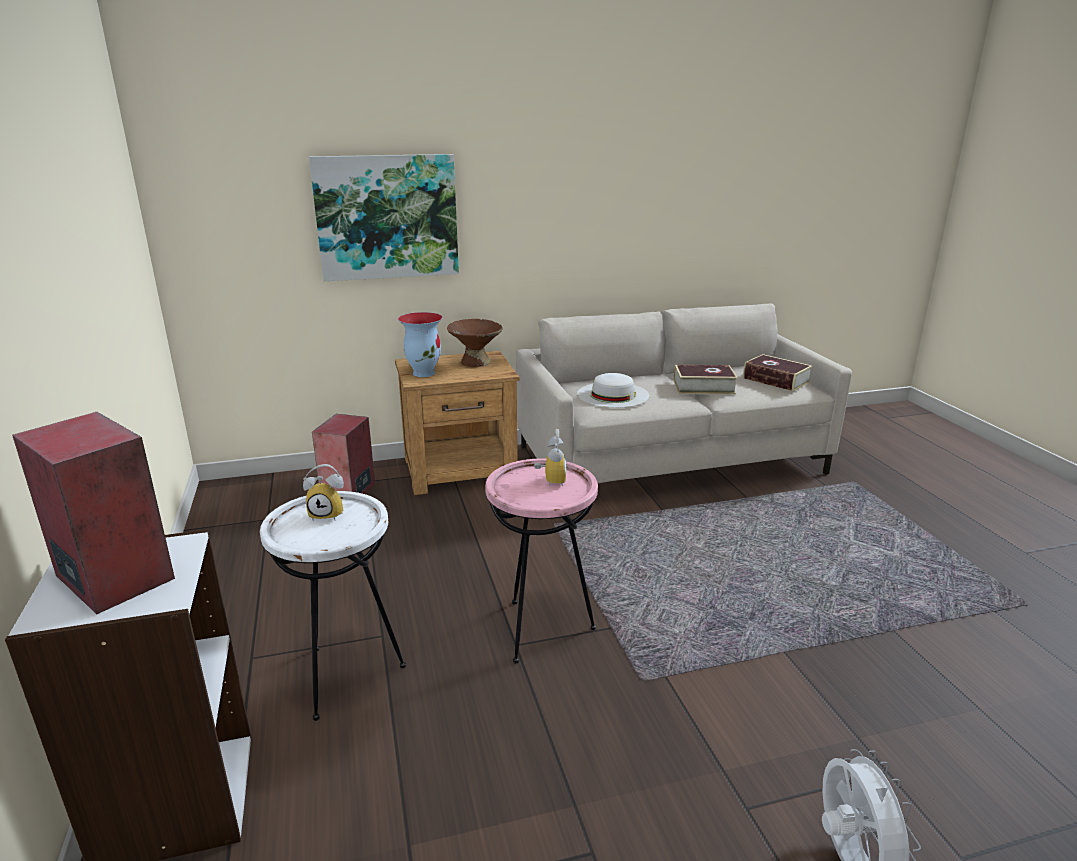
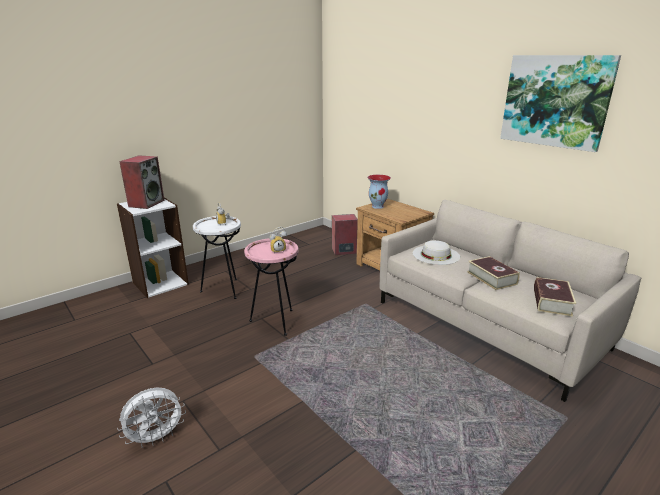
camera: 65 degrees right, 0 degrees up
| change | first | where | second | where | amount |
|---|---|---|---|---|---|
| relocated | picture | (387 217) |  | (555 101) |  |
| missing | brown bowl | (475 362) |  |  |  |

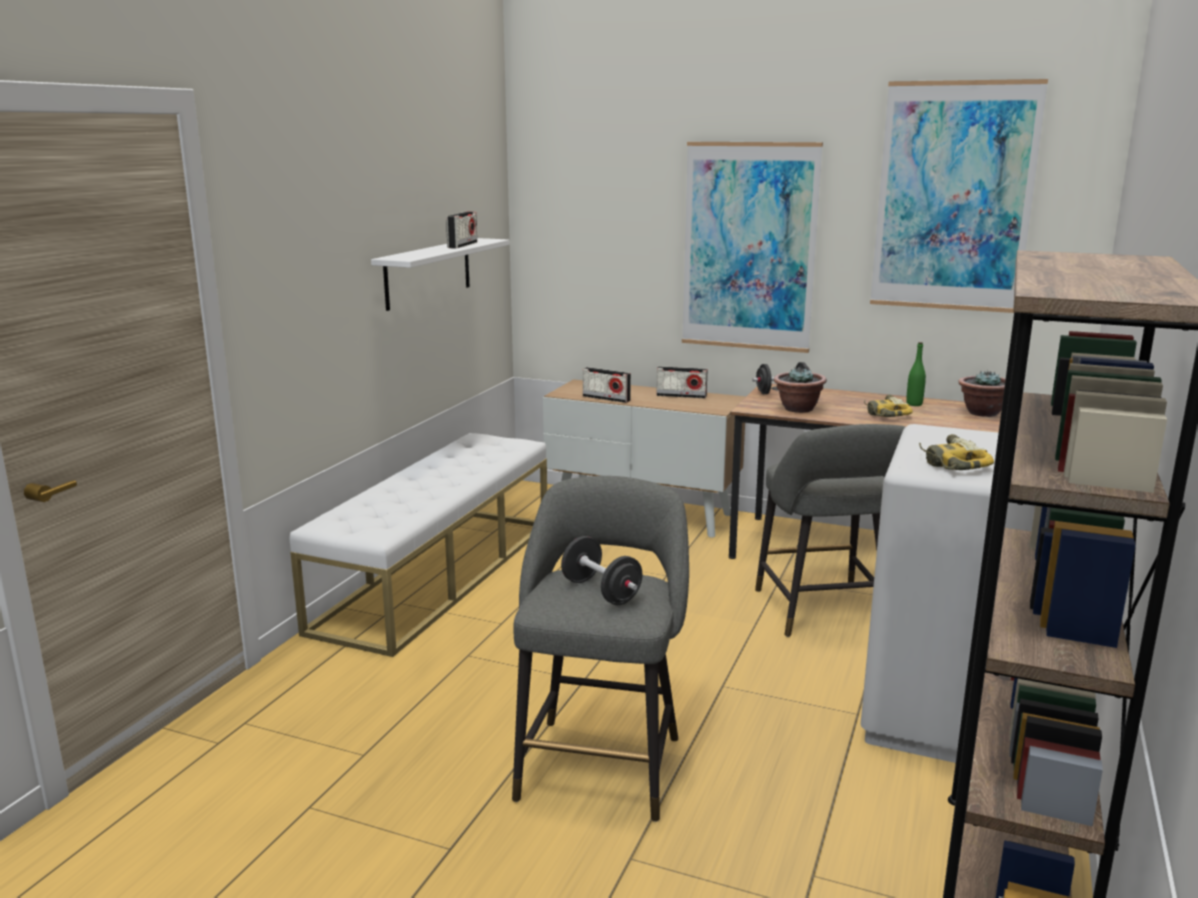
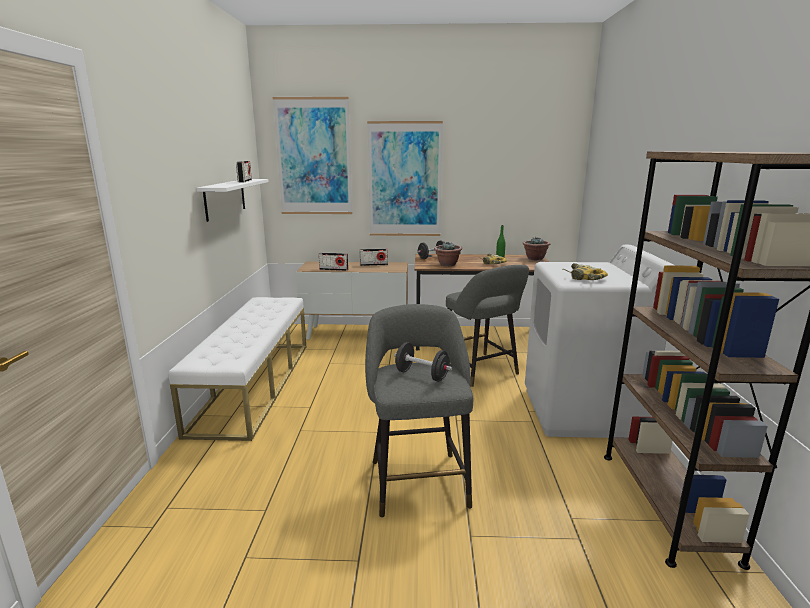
camera: 20 degrees left, 0 degrees up
| change | first | where | second | where | amount |
|---|---|---|---|---|---|
| relocated | picture | (954 197) |  | (314 157) |  |

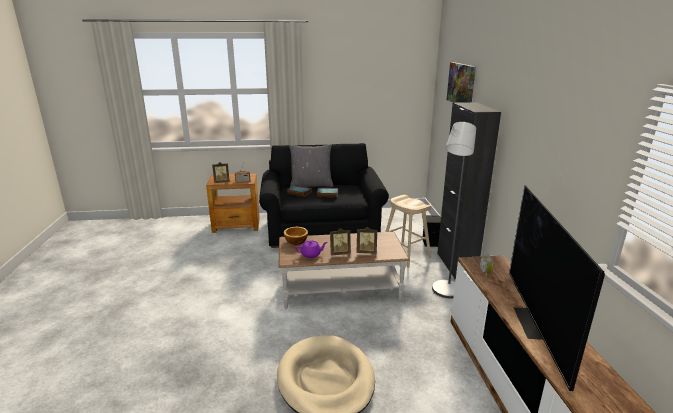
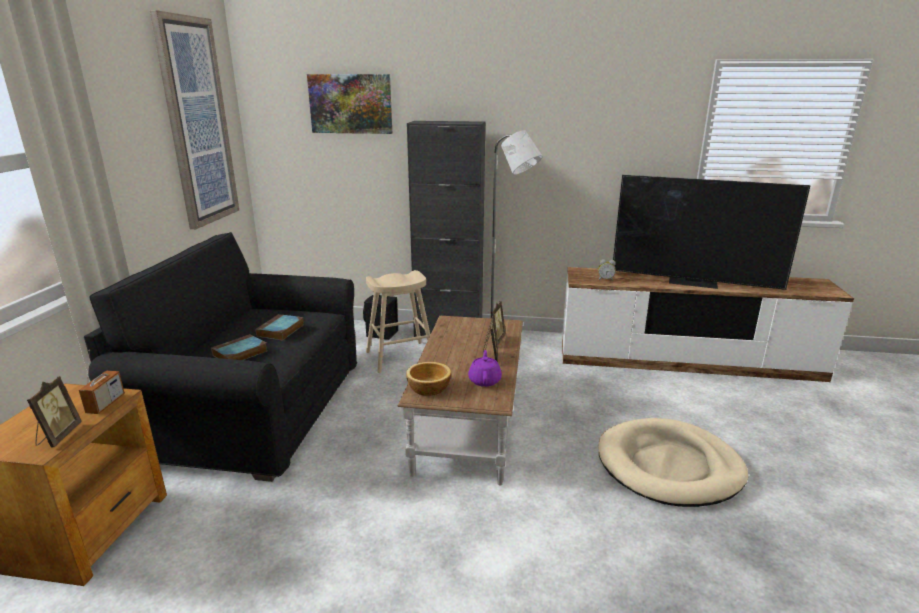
camera: 75 degrees left, 0 degrees up
| change | first | where | second | where | amount |
|---|---|---|---|---|---|
| missing | grey pillow | (311 185) |  |  |  |
| appeared |  |  | picture | (197 123) |  |

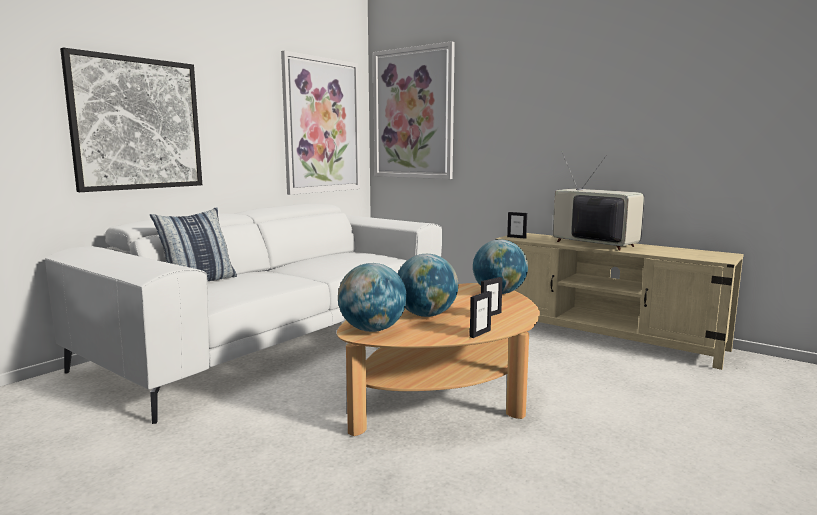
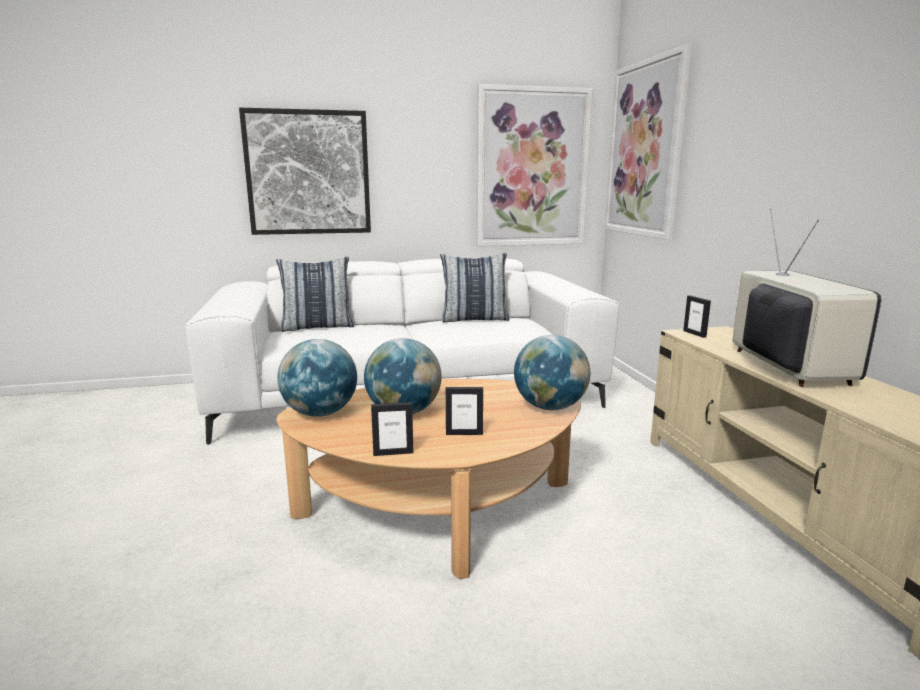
camera: 40 degrees right, 5 degrees up
| change | first | where | second | where | amount |
|---|---|---|---|---|---|
| appeared |  |  | pillow | (474 319) |  |

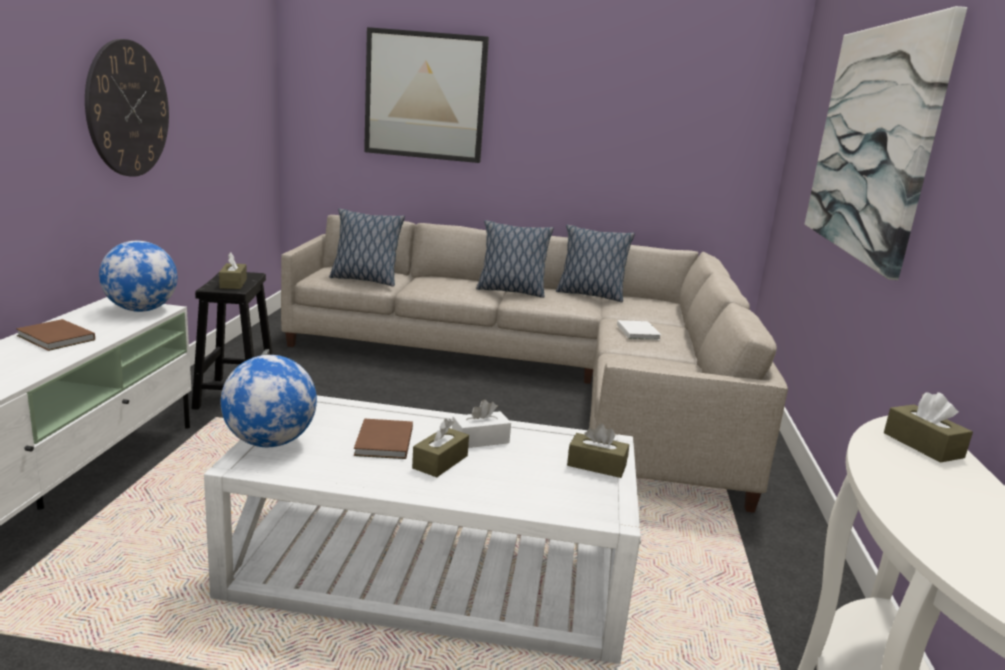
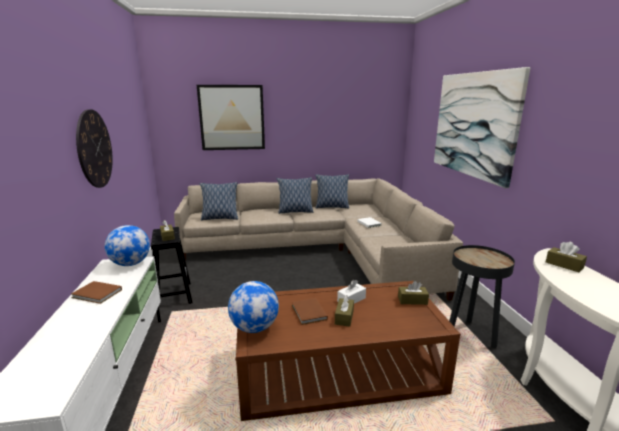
camera: 15 degrees left, 0 degrees up
| change | first | where | second | where | amount |
|---|---|---|---|---|---|
| colour | white coffee table | (433 567) | brown coffee table | (338 368) |  |
| appeared |  |  | black side table | (470 335) |  |

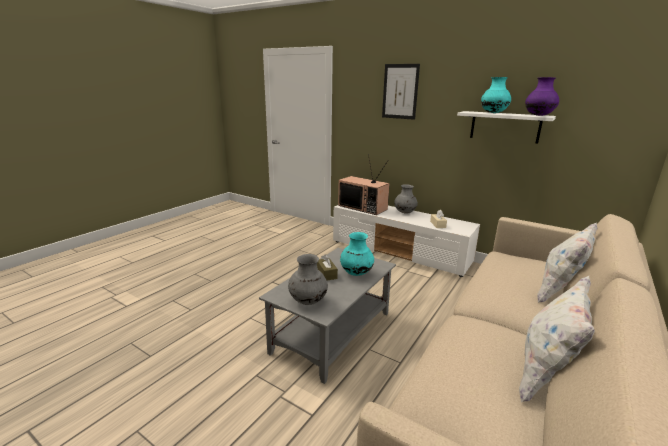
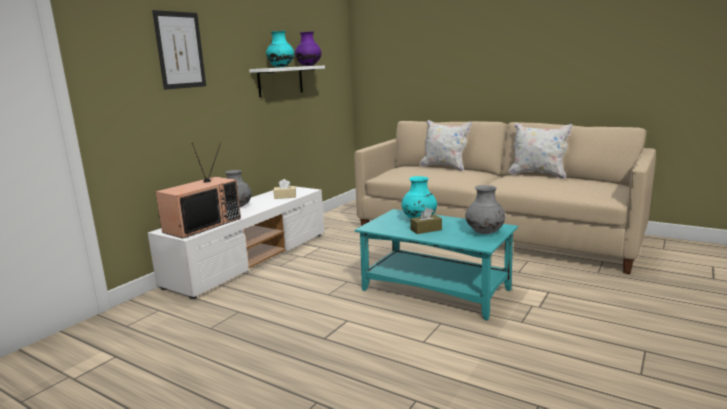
camera: 90 degrees left, 5 degrees down
| change | first | where | second | where | amount |
|---|---|---|---|---|---|
| colour | grey coffee table | (332 333) | turquoise coffee table | (437 290) |  |

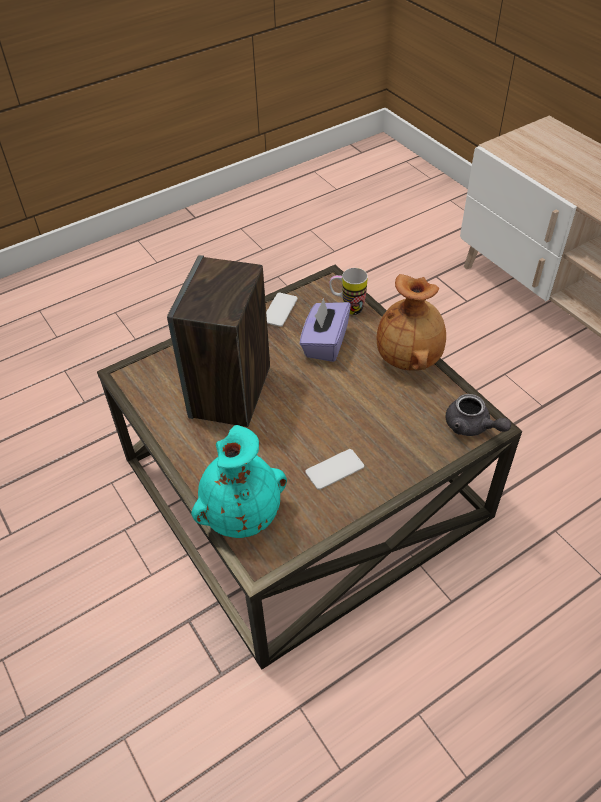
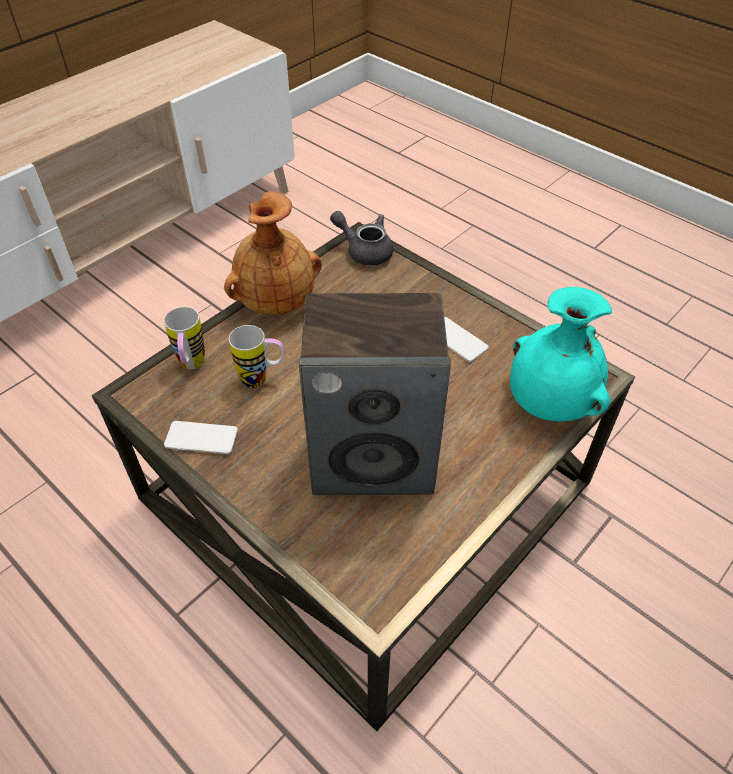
camera: 105 degrees left, 0 degrees up
| change | first | where | second | where | amount |
|---|---|---|---|---|---|
| exchanged | purple tissue box | (325 343) | mug | (262 379) |  |
| spun | grey teapot | (472 427) |  | (365 250) | 90 degrees counterclockwise |

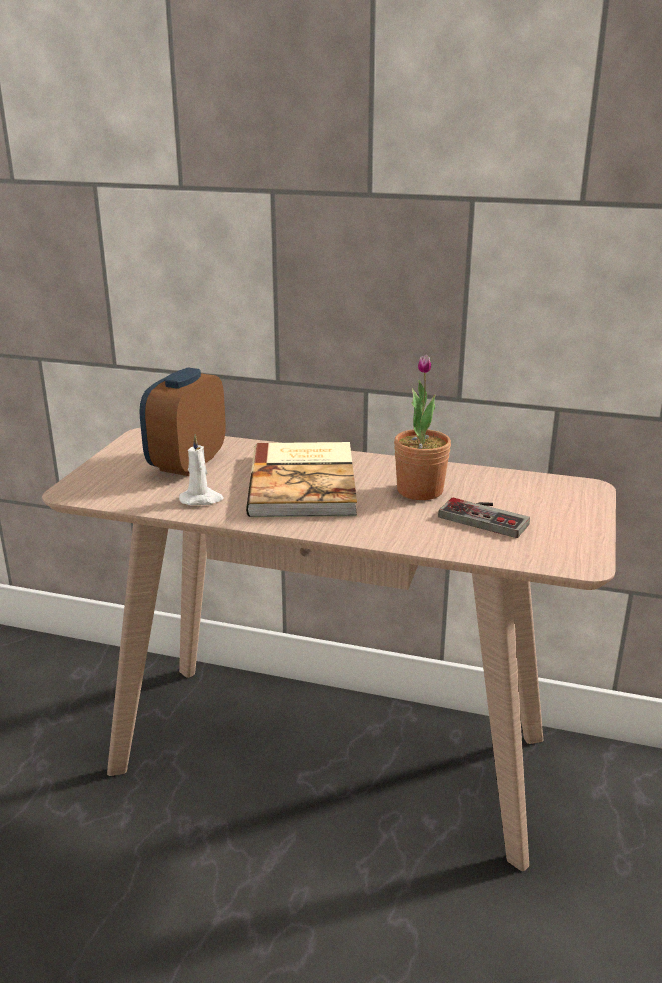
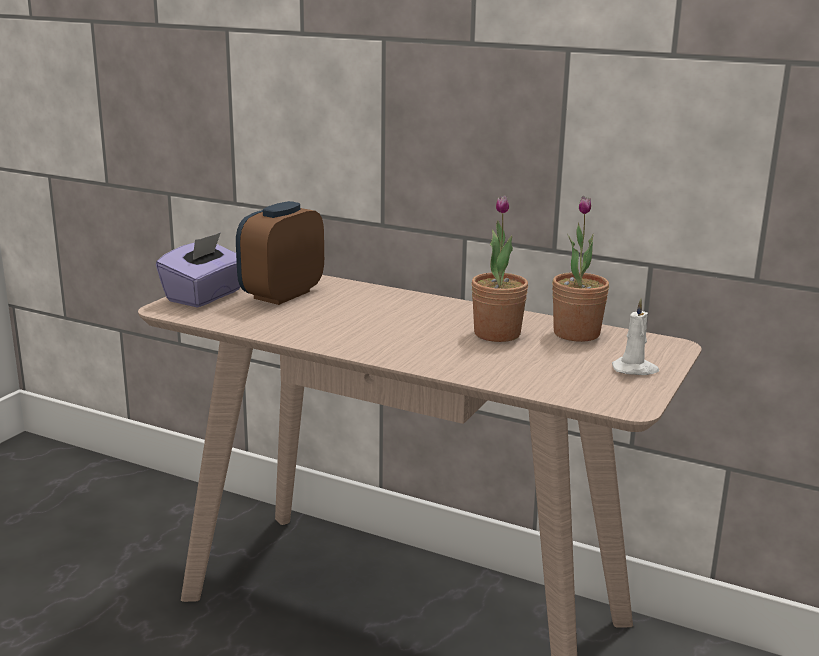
camera: 10 degrees right, 5 degrees down
| change | first | where | second | where | amount |
|---|---|---|---|---|---|
| relocated | white candle | (201 499) |  | (635 369) |  |
| missing | book | (305 483) |  |  |  |
| missing | game controller | (487 516) |  |  |  |
| appeared |  |  | potted plant | (576 333) |  |
| appeared |  |  | purple tissue box | (205 296) |  |

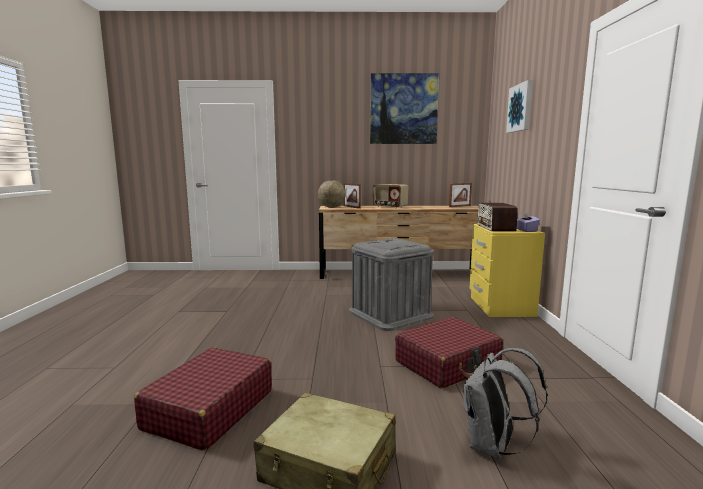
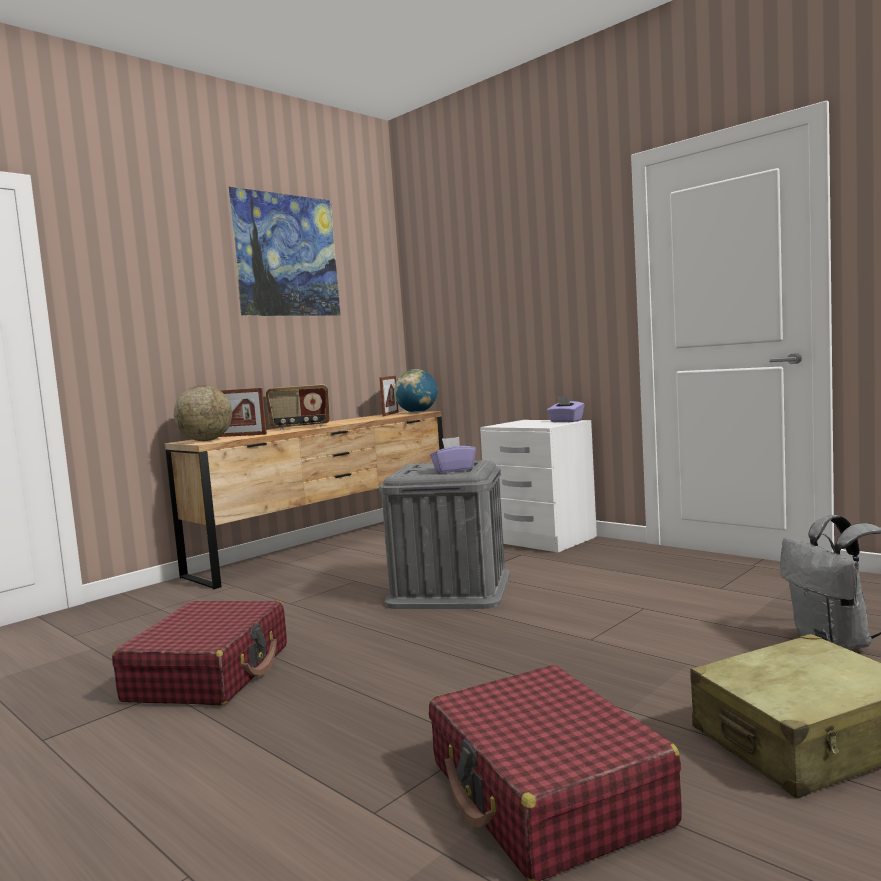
camera: 45 degrees left, 5 degrees down
| change | first | where | second | where | amount |
|---|---|---|---|---|---|
| missing | picture | (520 108) |  |  |  |
| missing | radio | (495 228) |  |  |  |
| colour | yellow nightstand | (500 306) | white nightstand | (541 540) |  |
| relocated | red suitcase | (448 363) |  | (210 673) |  |
| appeared |  |  | globe | (417 412) |  |
| appeared |  |  | purple tissue box | (453 470) |  |

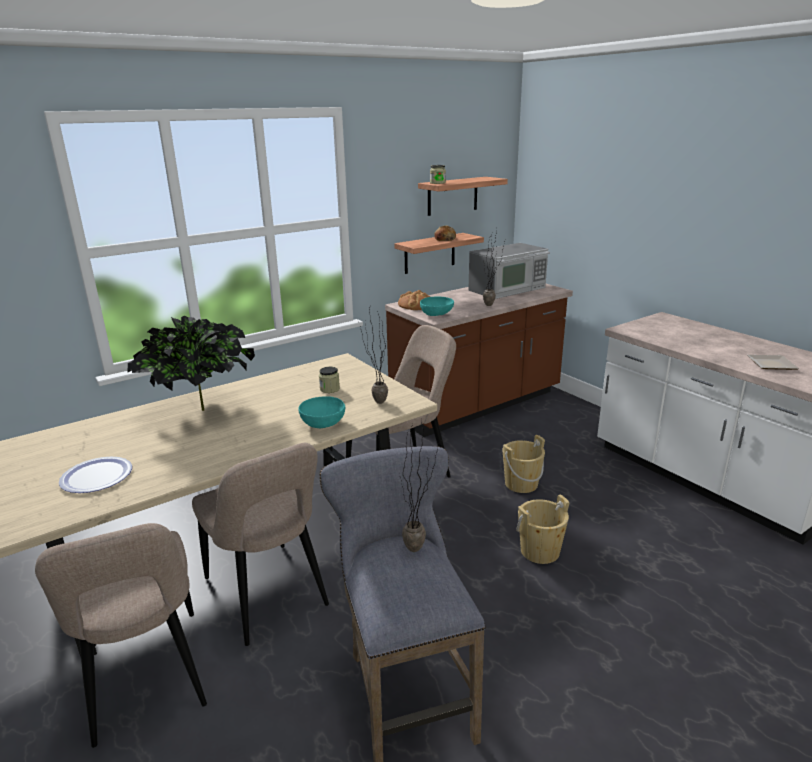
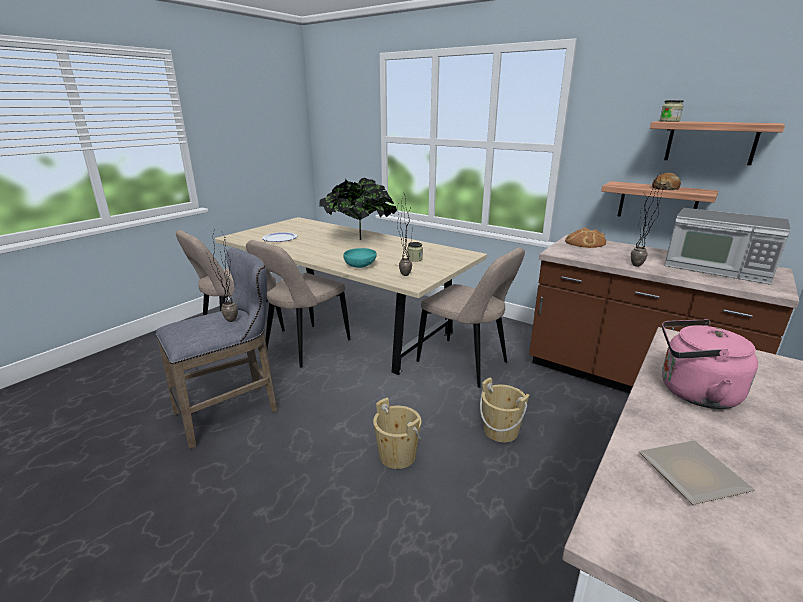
camera: 70 degrees right, 0 degrees up
| change | first | where | second | where | amount |
|---|---|---|---|---|---|
| missing | turquoise bowl | (437 315) |  |  |  |
| appeared |  |  | pink kettle | (693 392) |  |

